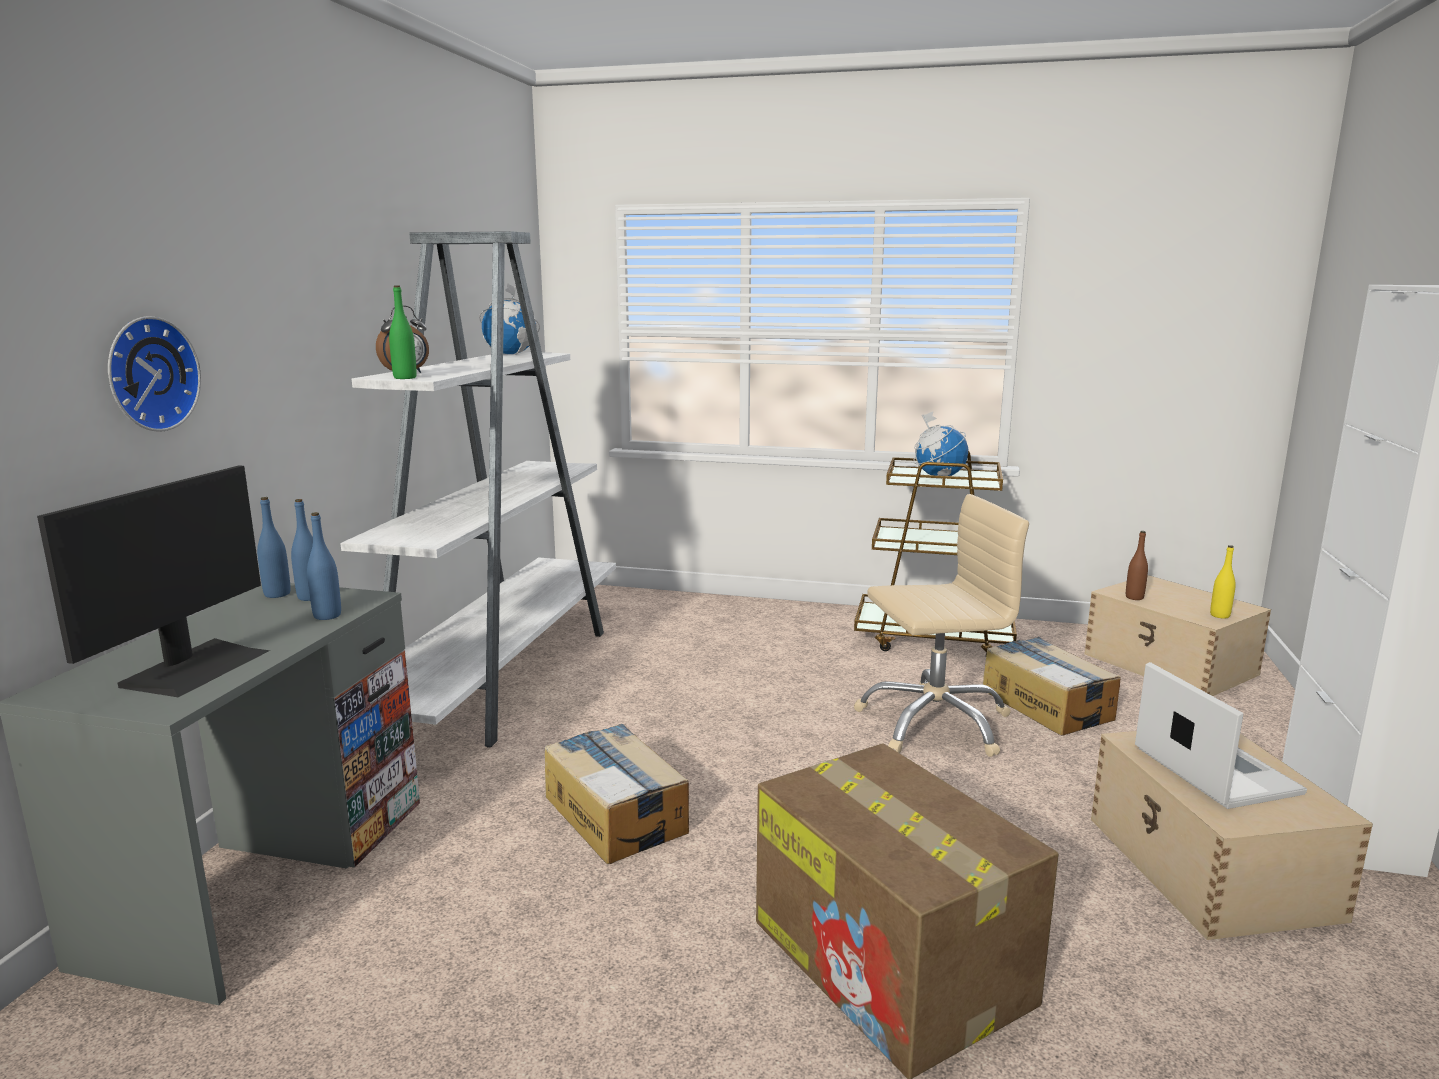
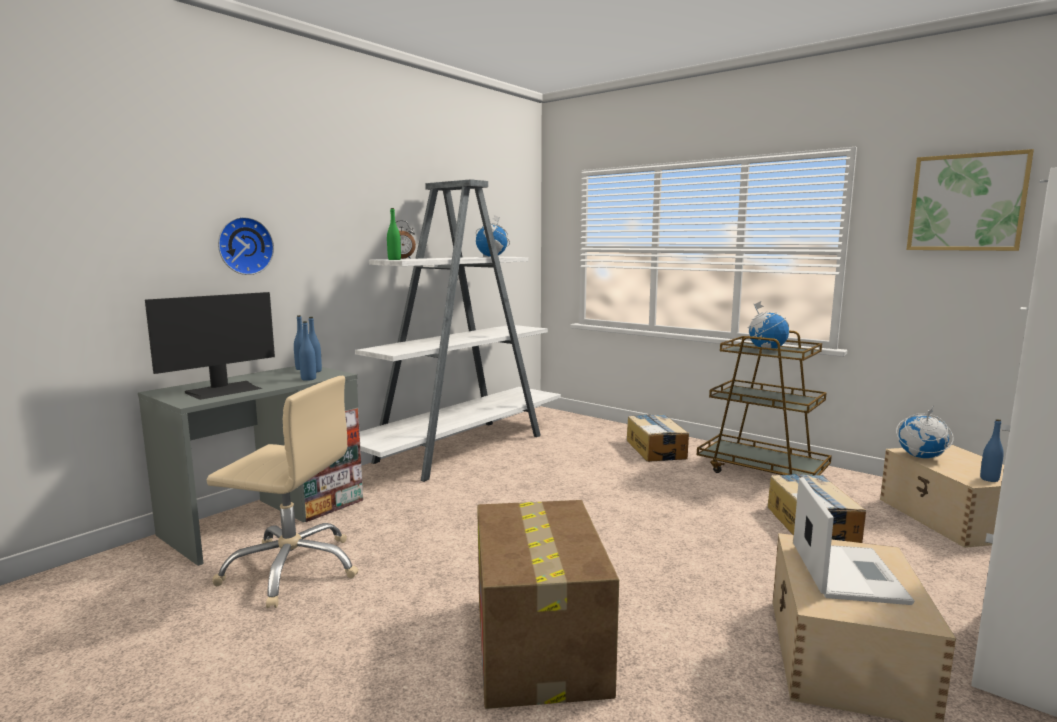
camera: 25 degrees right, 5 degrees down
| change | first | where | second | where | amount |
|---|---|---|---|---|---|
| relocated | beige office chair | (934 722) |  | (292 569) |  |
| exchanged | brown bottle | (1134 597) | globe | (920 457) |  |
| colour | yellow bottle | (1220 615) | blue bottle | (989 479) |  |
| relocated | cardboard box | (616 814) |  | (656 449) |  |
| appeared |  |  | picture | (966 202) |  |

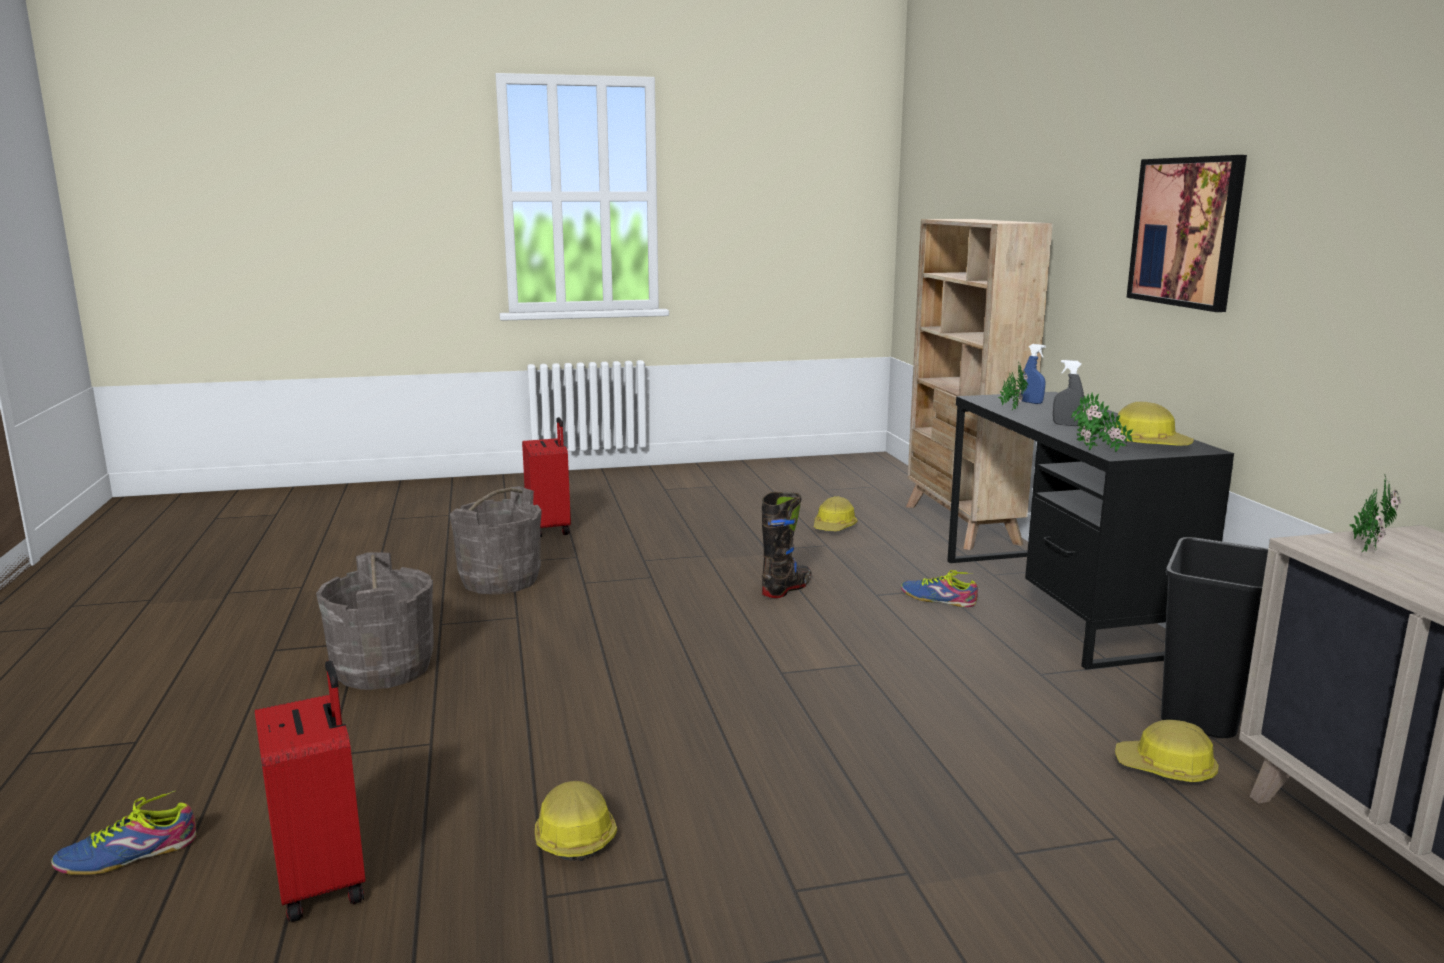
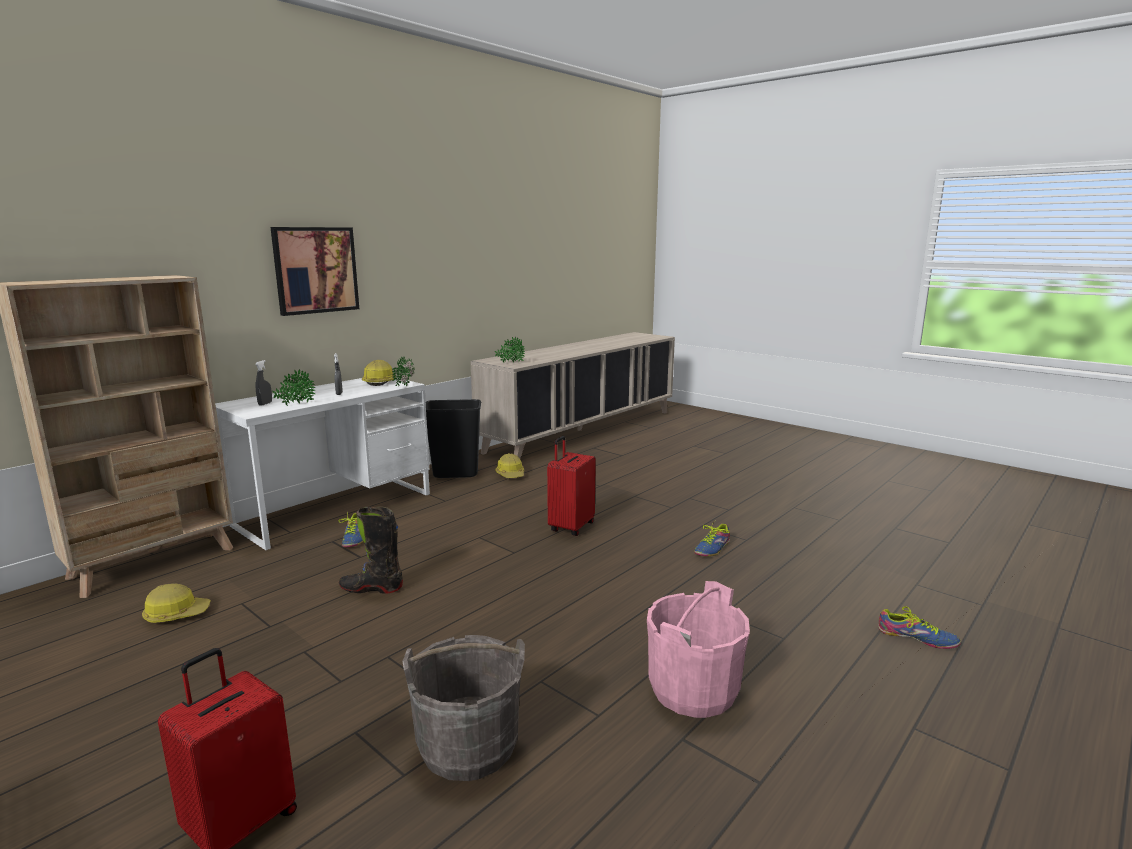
camera: 125 degrees left, 0 degrees up
| change | first | where | second | where | amount |
|---|---|---|---|---|---|
| colour | blue spray bottle | (1031 402) | grey spray bottle | (265 404) |  |
| colour | black desk | (1060 603) | white desk | (336 509) |  |
| colour | grey bucket | (383 669) | pink bucket | (693 690) |  |
| relocated | red suitcase | (324 881) |  | (570 527) |  |
| exchanged | hard hat | (573 834) | shoe | (712 548) |  |

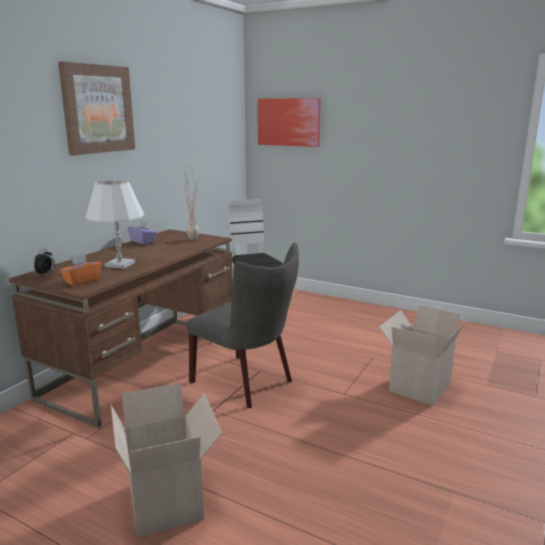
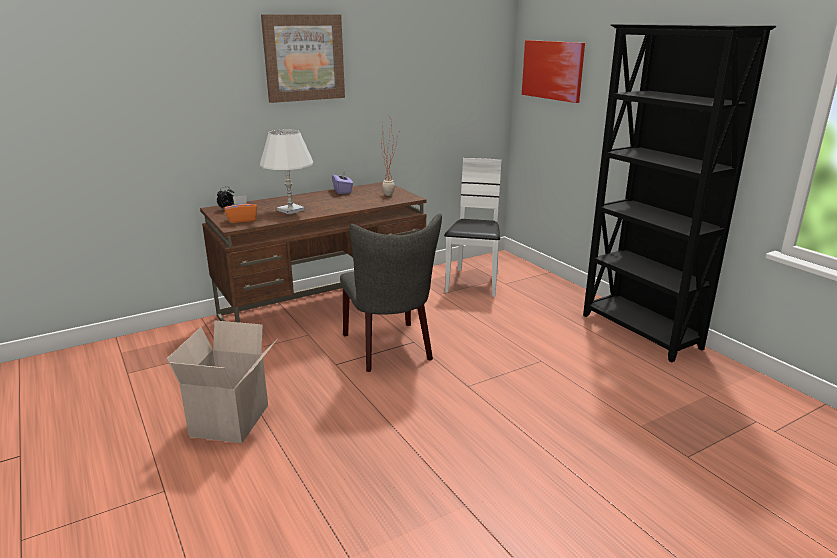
camera: 30 degrees right, 5 degrees up
| change | first | where | second | where | amount |
|---|---|---|---|---|---|
| missing | cardboard box | (418 386) |  |  |  |
| appeared |  |  | black bookcase | (640 332) |  |

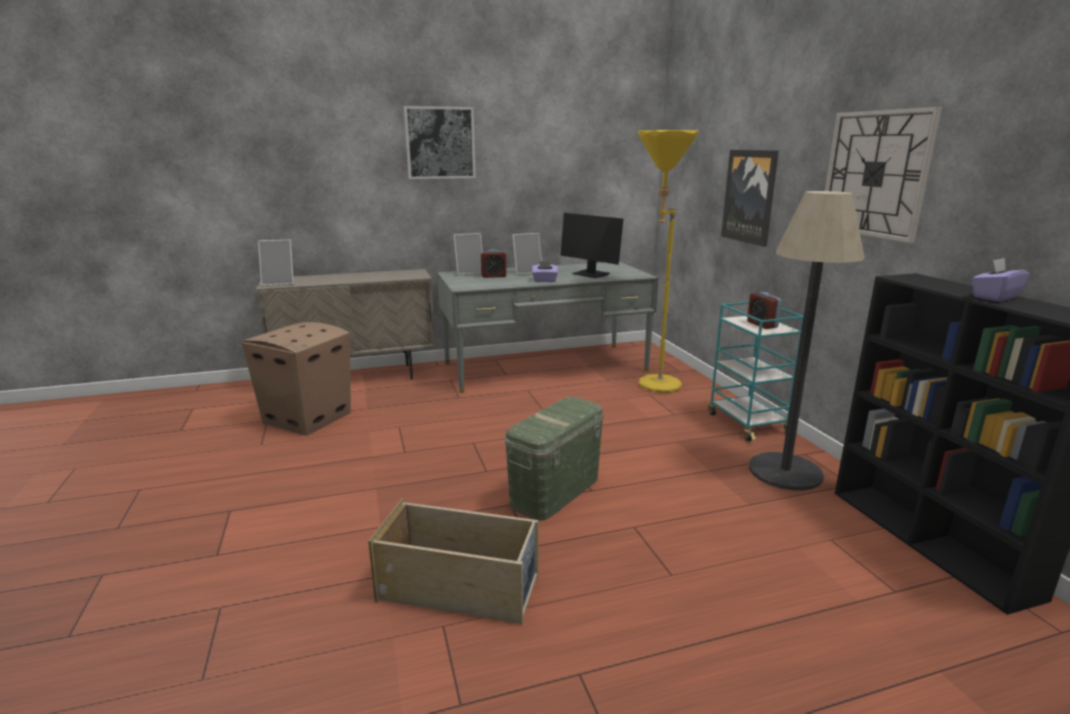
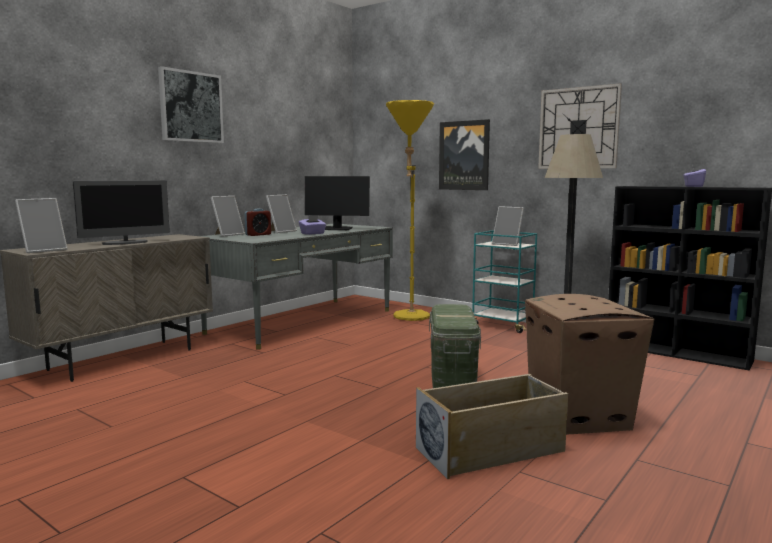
camera: 35 degrees left, 10 degrees down
| change | first | where | second | where | amount |
|---|---|---|---|---|---|
| exchanged | alarm clock | (762 325) | picture frame | (508 244) |  |
| relocated | cardboard box | (306 419) |  | (579 417) |  |
| appeared |  |  | monitor | (125 243) |  |

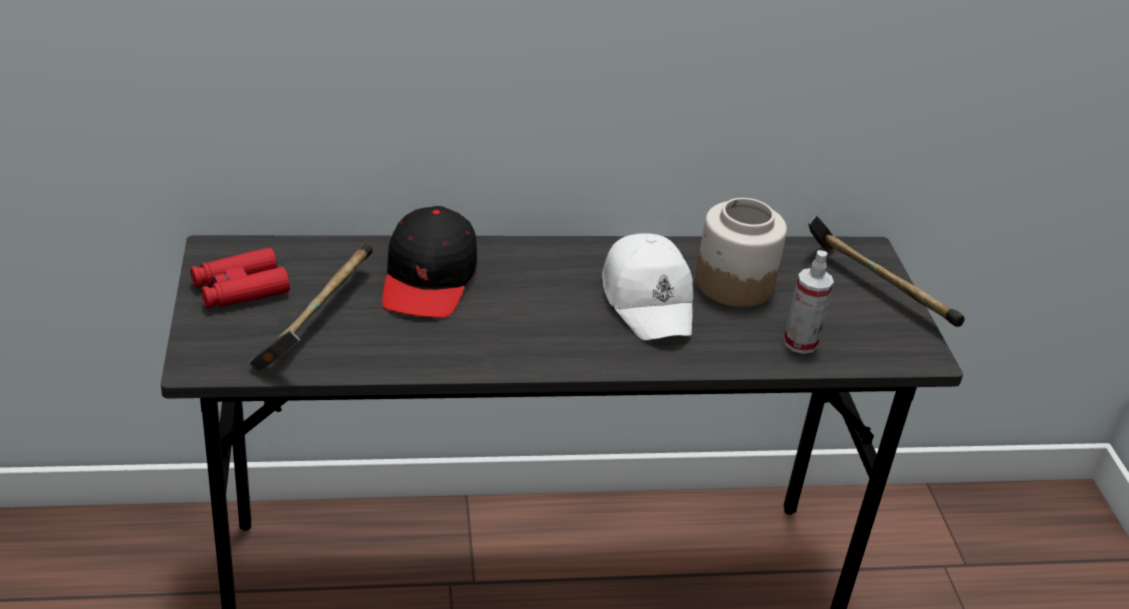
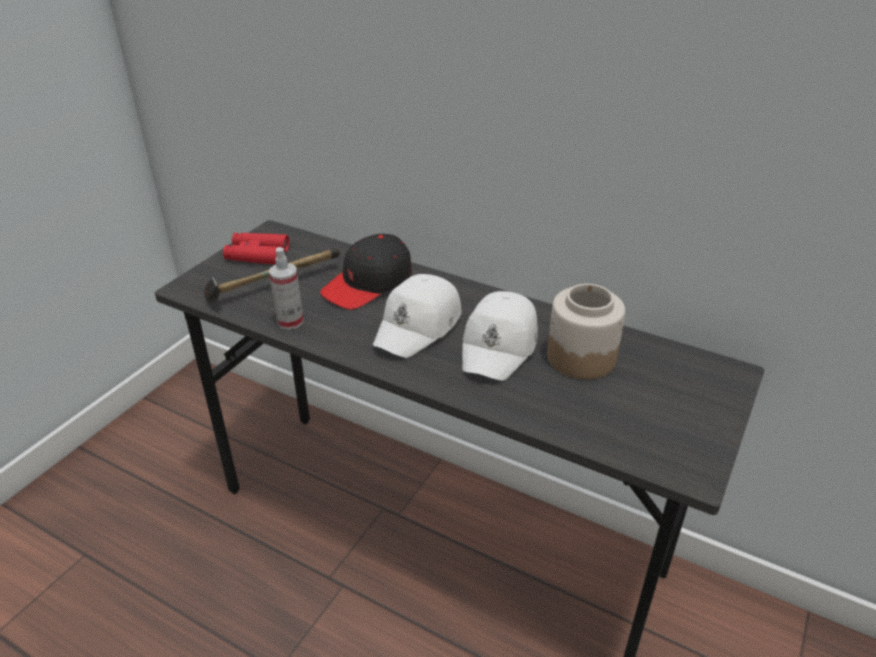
camera: 40 degrees right, 0 degrees up
| change | first | where | second | where | amount |
|---|---|---|---|---|---|
| missing | hammer | (876 289) |  |  |  |
| relocated | spray bottle | (800 343) |  | (290 322) |  |
| appeared |  |  | white cap | (419 326) |  |

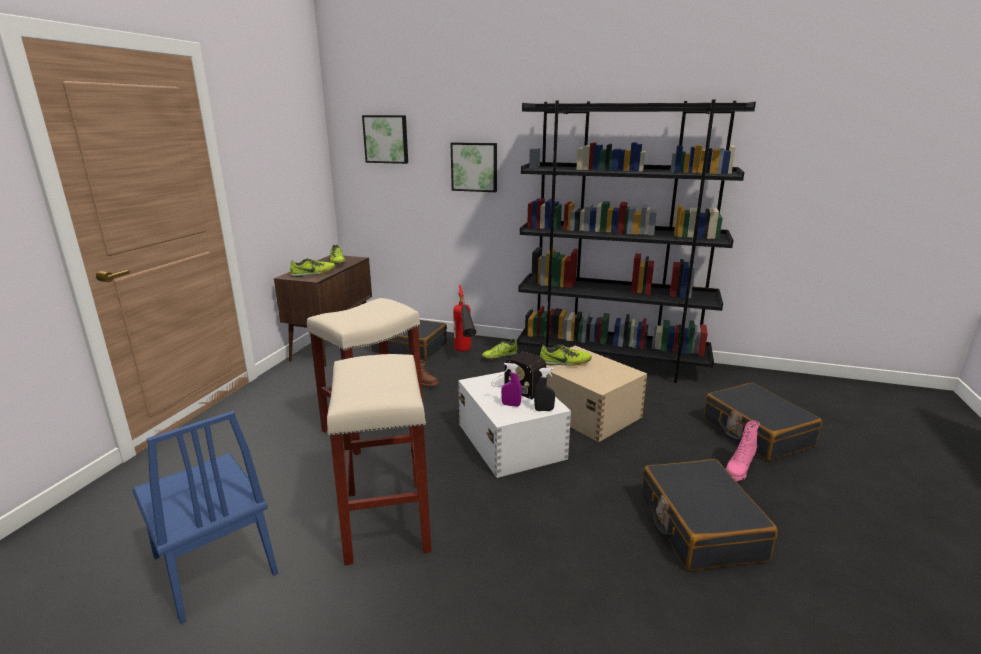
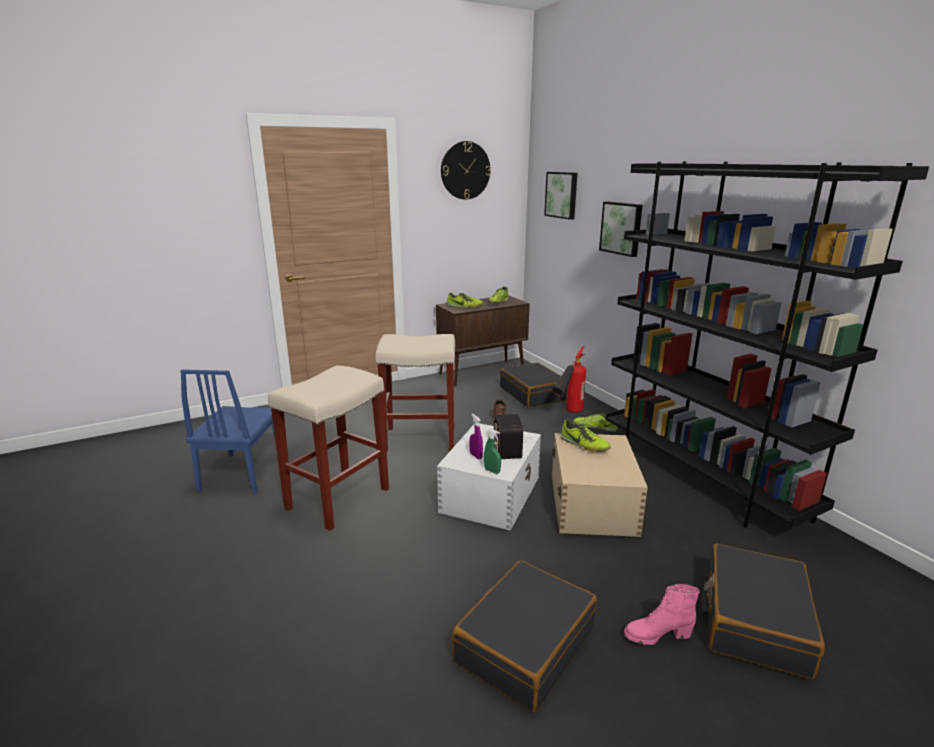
camera: 45 degrees right, 0 degrees up
| change | first | where | second | where | amount |
|---|---|---|---|---|---|
| colour | black spray bottle | (544 410) | green spray bottle | (492 471) |  |
| appeared |  |  | wall clock | (465 170) |  |

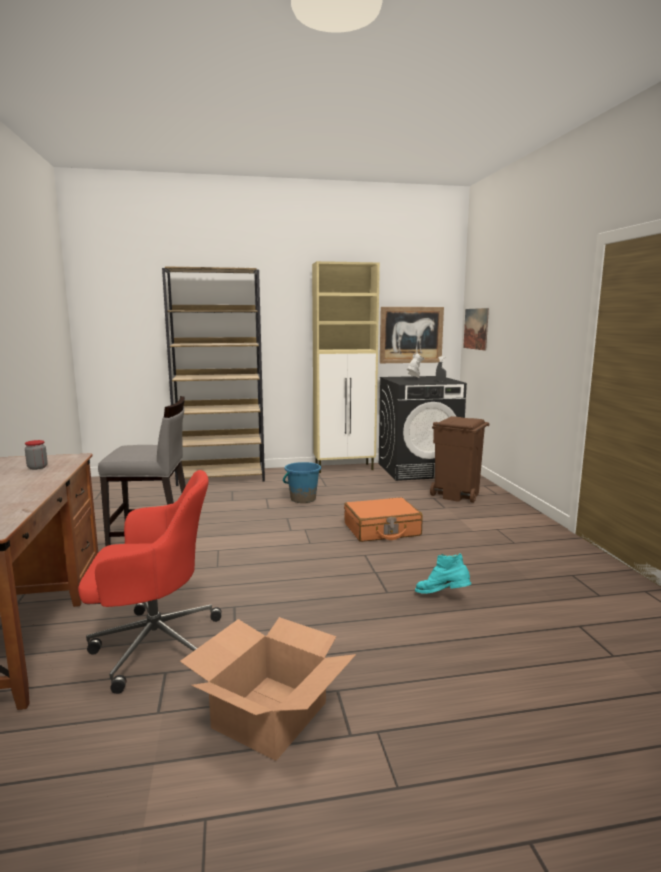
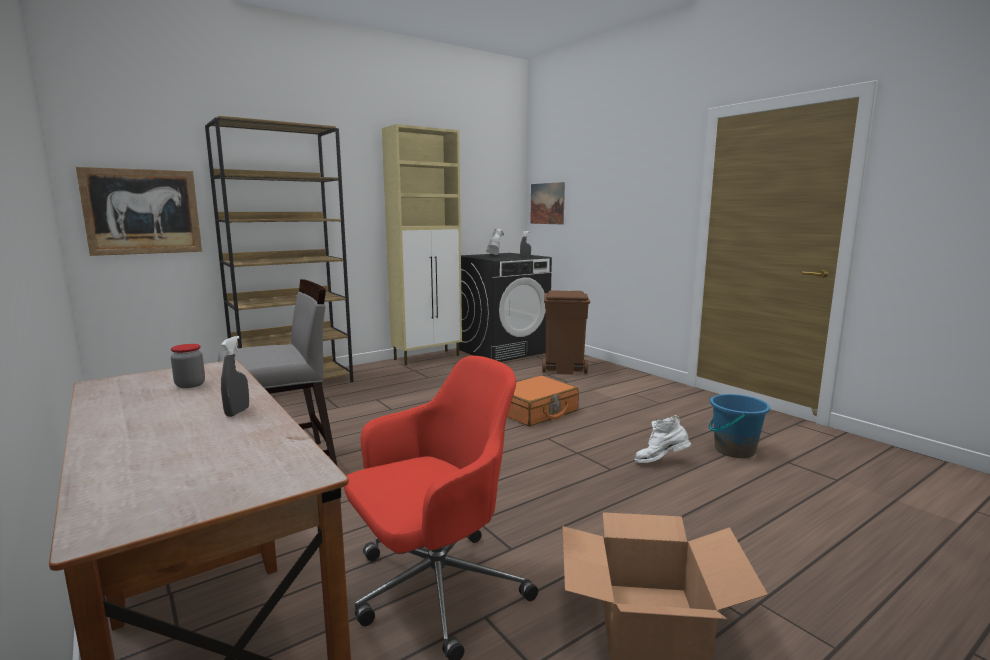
camera: 25 degrees left, 0 degrees up
| change | first | where | second | where | amount |
|---|---|---|---|---|---|
| relocated | picture | (411 335) |  | (142 212) |  |
| relocated | blue bucket | (303 499) |  | (734 450) |  |
| colour | turquoise boot | (442 596) | white boot | (660 462) |  |
| appeared |  |  | grey spray bottle | (237 412) |  |

